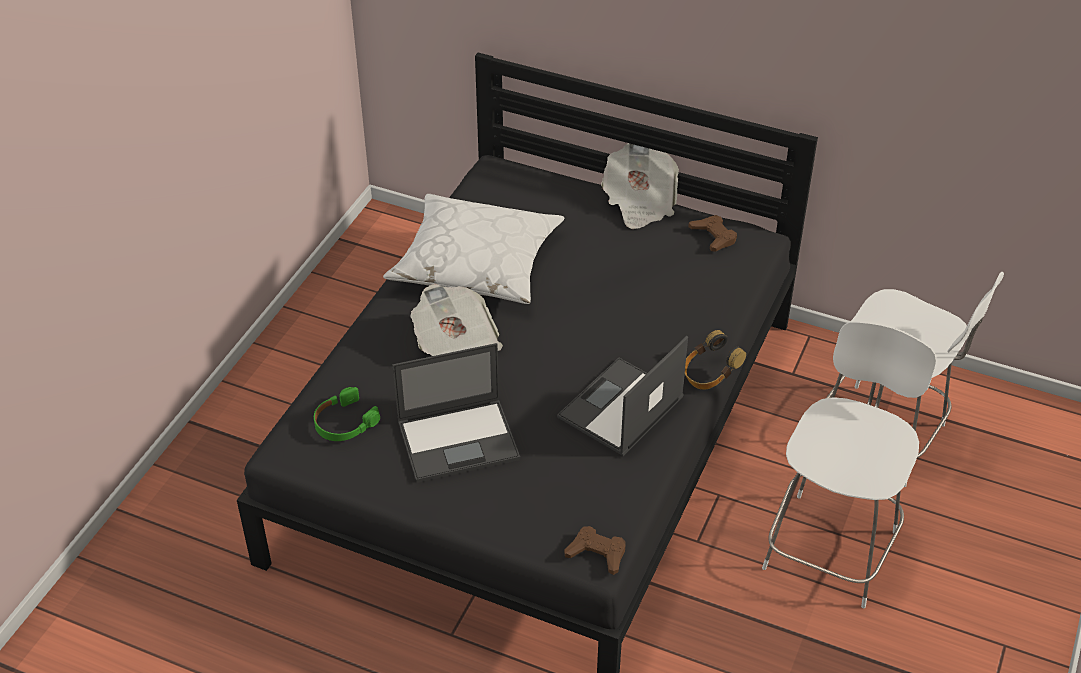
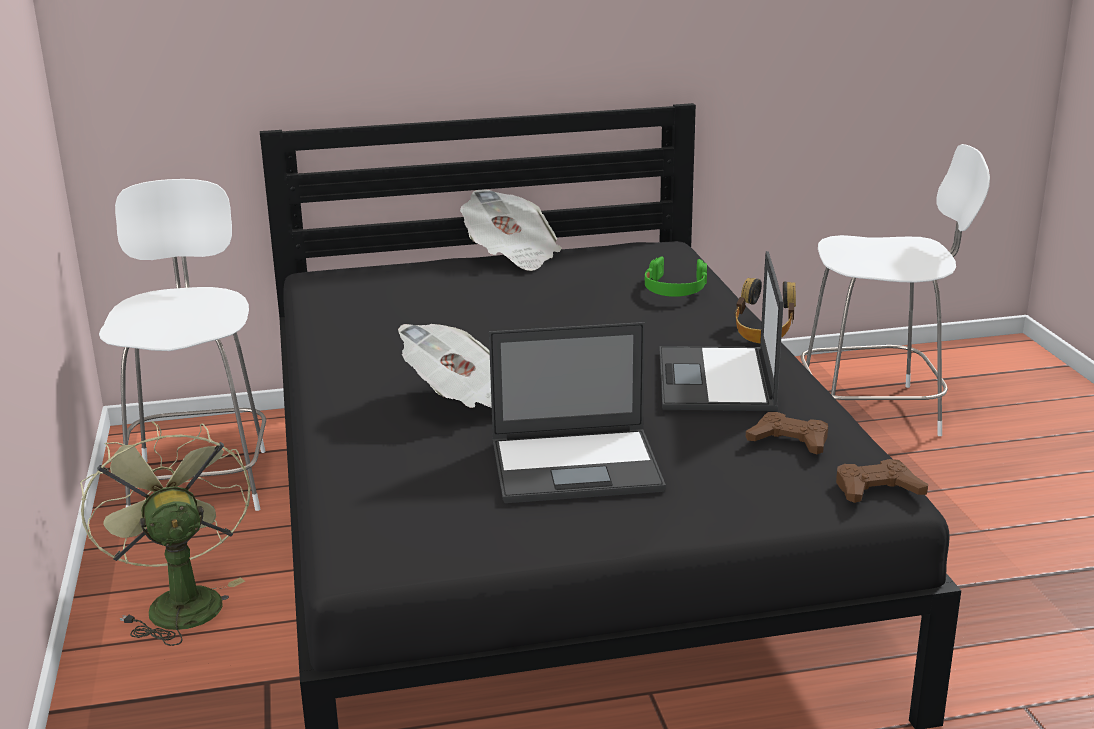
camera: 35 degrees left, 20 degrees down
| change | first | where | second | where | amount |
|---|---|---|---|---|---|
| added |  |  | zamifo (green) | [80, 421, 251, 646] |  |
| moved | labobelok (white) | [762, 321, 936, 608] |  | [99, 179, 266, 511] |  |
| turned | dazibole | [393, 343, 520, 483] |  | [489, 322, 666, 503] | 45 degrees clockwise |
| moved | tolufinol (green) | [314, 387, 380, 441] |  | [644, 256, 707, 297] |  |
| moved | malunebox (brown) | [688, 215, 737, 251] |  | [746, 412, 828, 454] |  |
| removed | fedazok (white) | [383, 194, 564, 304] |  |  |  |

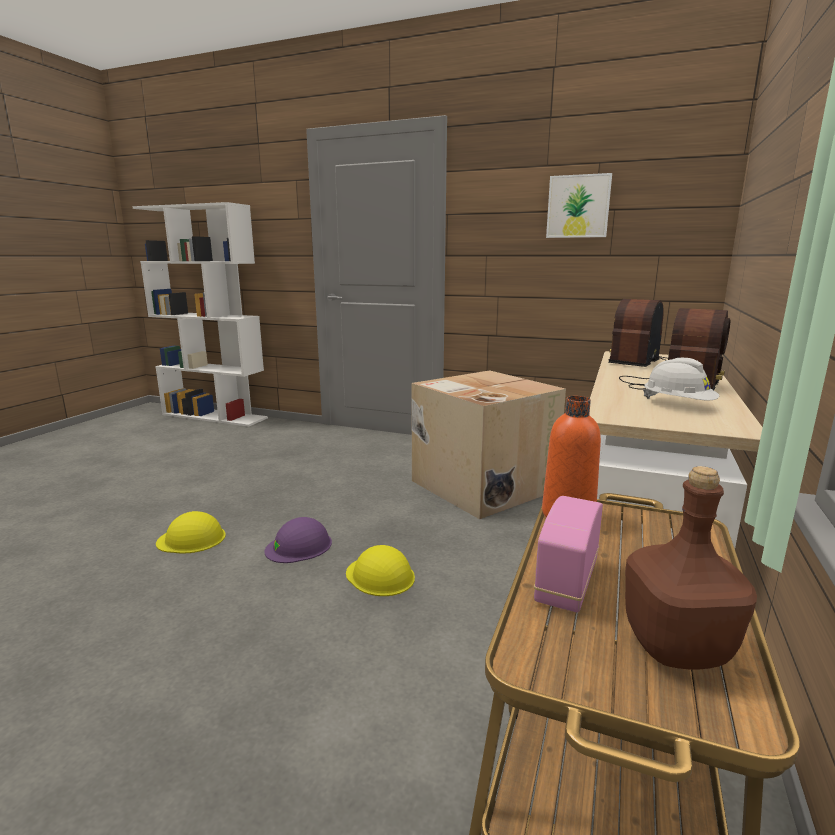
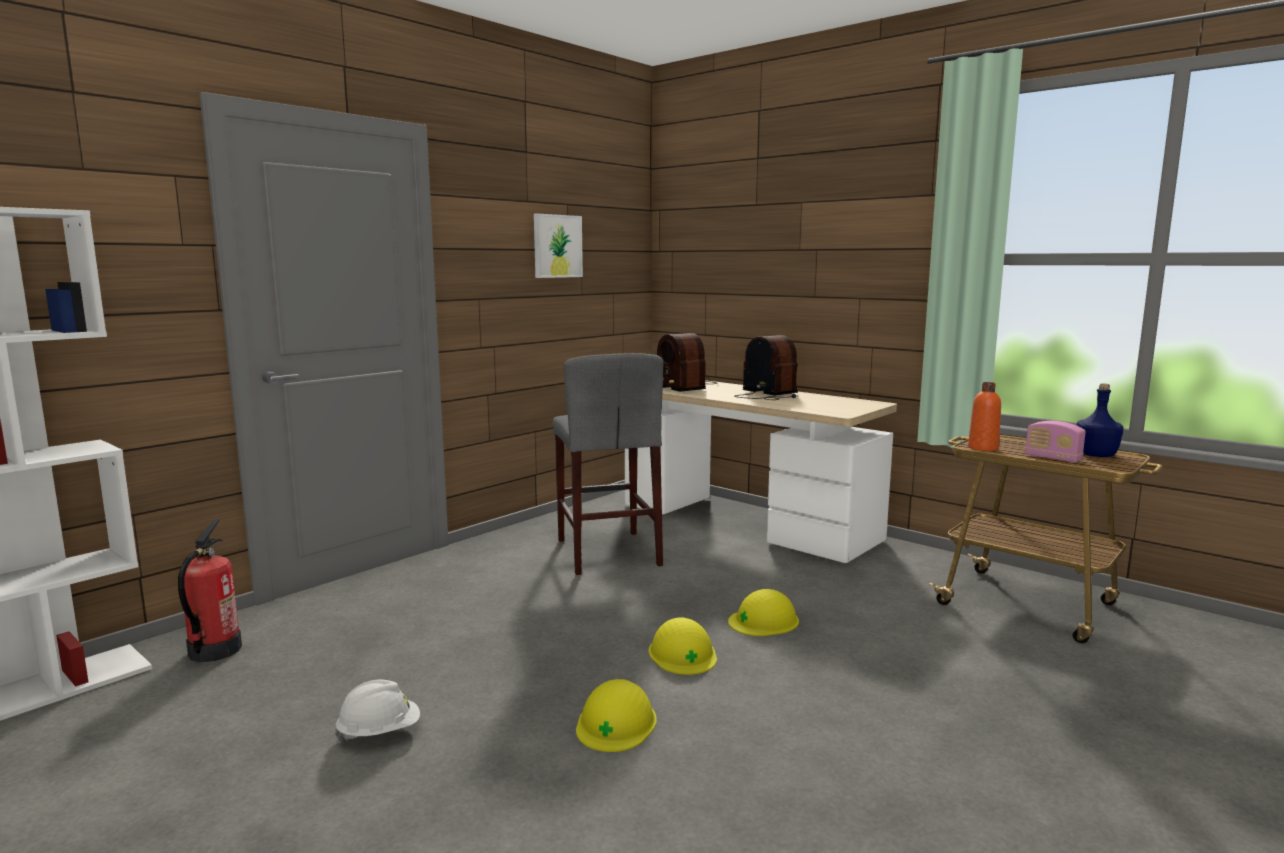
camera: 70 degrees left, 5 degrees down
| change | first | where | second | where | amount |
|---|---|---|---|---|---|
| added |  |  | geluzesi | [178, 519, 242, 662] |  |
| moved | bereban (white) | [643, 358, 719, 401] |  | [335, 680, 420, 741] |  |
| replaced | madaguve | [411, 370, 566, 519] | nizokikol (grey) | [553, 353, 663, 575] |  |
| recoloured | bereban (purple) | [264, 517, 332, 563] | bereban (yellow) | [649, 617, 717, 675] |  |
| recoloured | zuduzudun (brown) | [625, 466, 757, 669] | zuduzudun (blue) | [1076, 384, 1124, 457] |  |

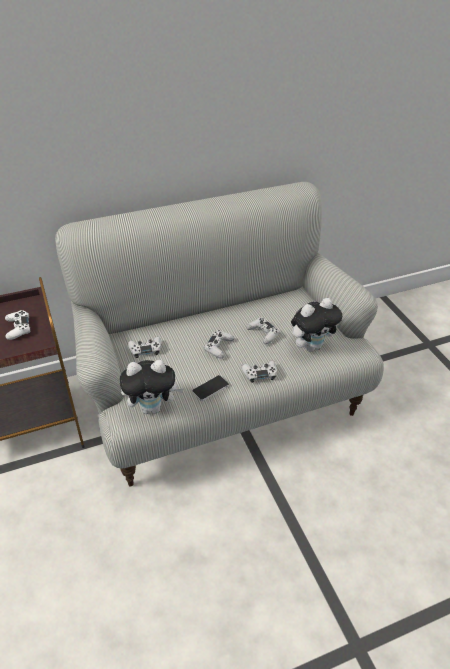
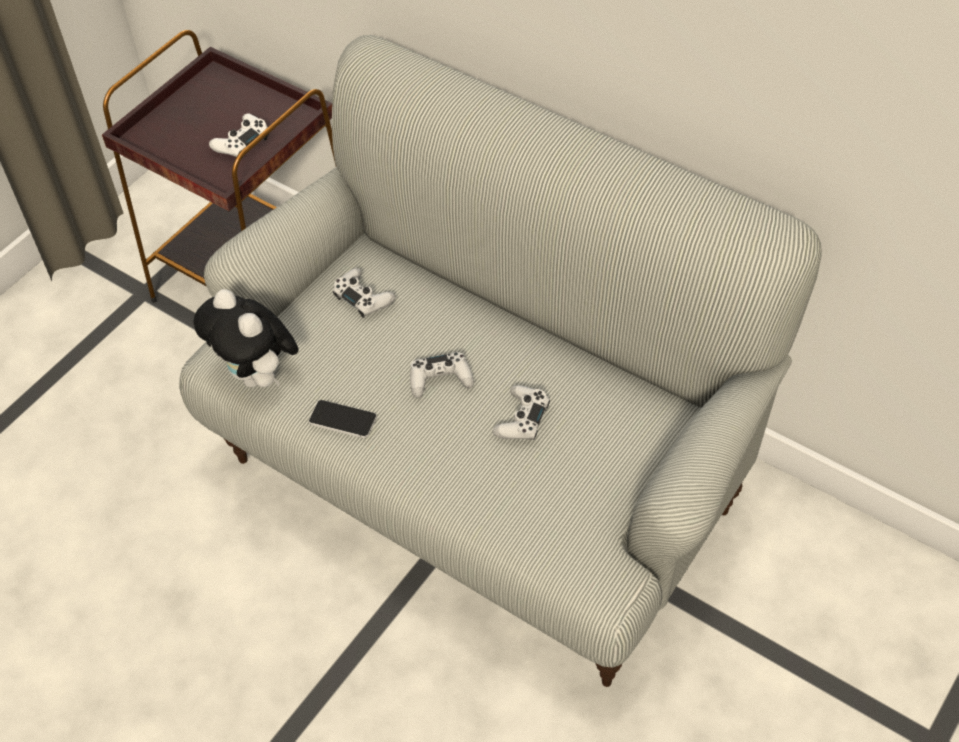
camera: 60 degrees right, 10 degrees up
| change | first | where | second | where | amount |
|---|---|---|---|---|---|
| removed | malunebox (white) | [241, 360, 277, 383] |  |  |  |
| removed | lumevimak | [291, 298, 342, 352] |  |  |  |

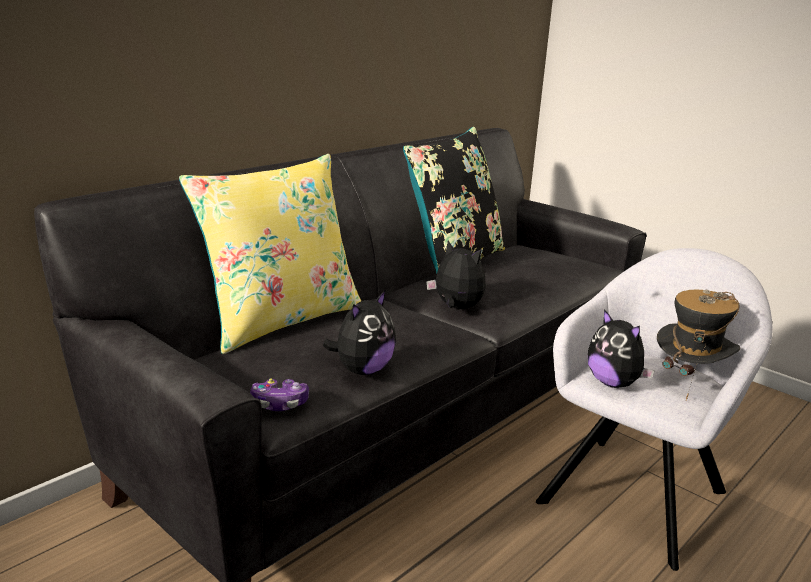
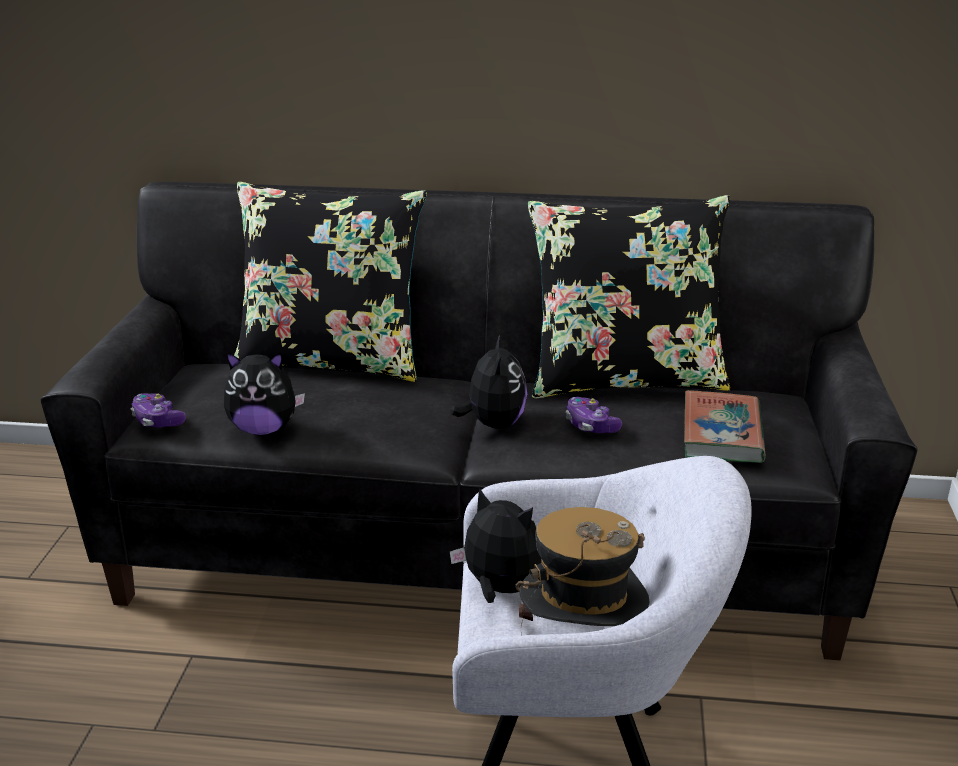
camera: 55 degrees right, 5 degrees up
| change | first | where | second | where | amount |
|---|---|---|---|---|---|
| recoloured | fedazok (yellow) | [179, 154, 361, 354] | fedazok (black) | [234, 182, 427, 382] |  |
| turned | lumevimak | [588, 309, 655, 388] |  | [449, 488, 542, 603] | 105 degrees clockwise |
| added |  |  | malunebox | [566, 397, 622, 433] |  |
| added |  |  | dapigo | [684, 390, 765, 463] |  |

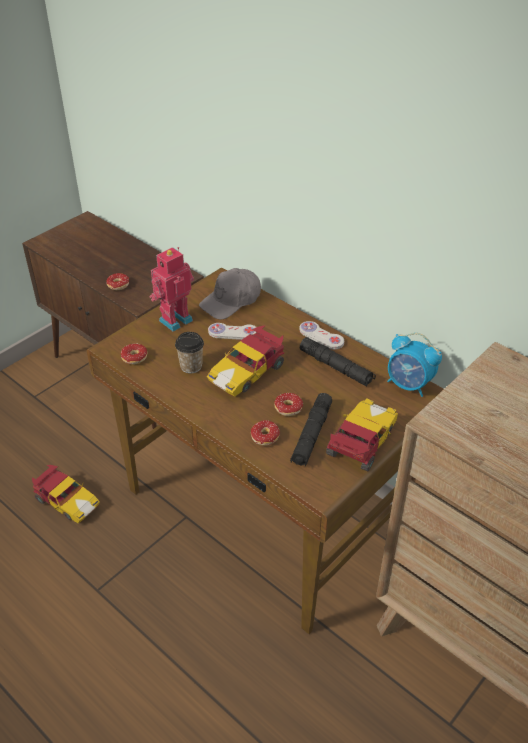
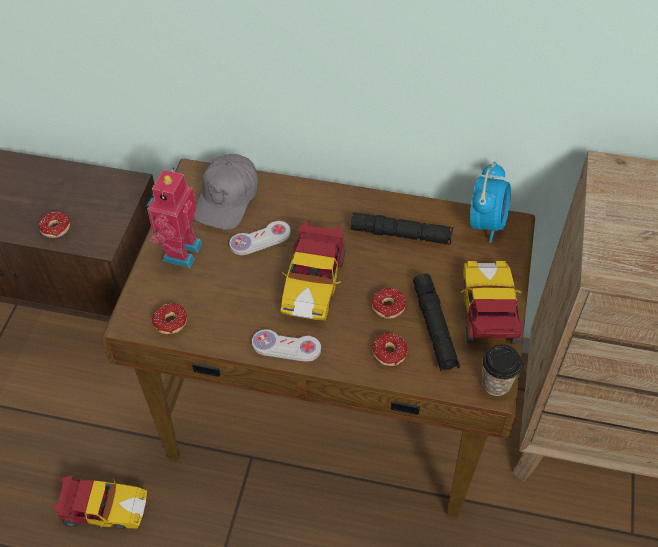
camera: 30 degrees left, 10 degrees up
| change | first | where | second | where | amount |
|---|---|---|---|---|---|
| moved | malunebox (white) | [299, 321, 344, 349] |  | [252, 329, 321, 362] |  |
| turned | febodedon | [387, 333, 442, 397] |  | [470, 161, 511, 243] | 75 degrees counterclockwise |
| moved | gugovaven | [175, 332, 204, 373] |  | [482, 344, 522, 396] |  |

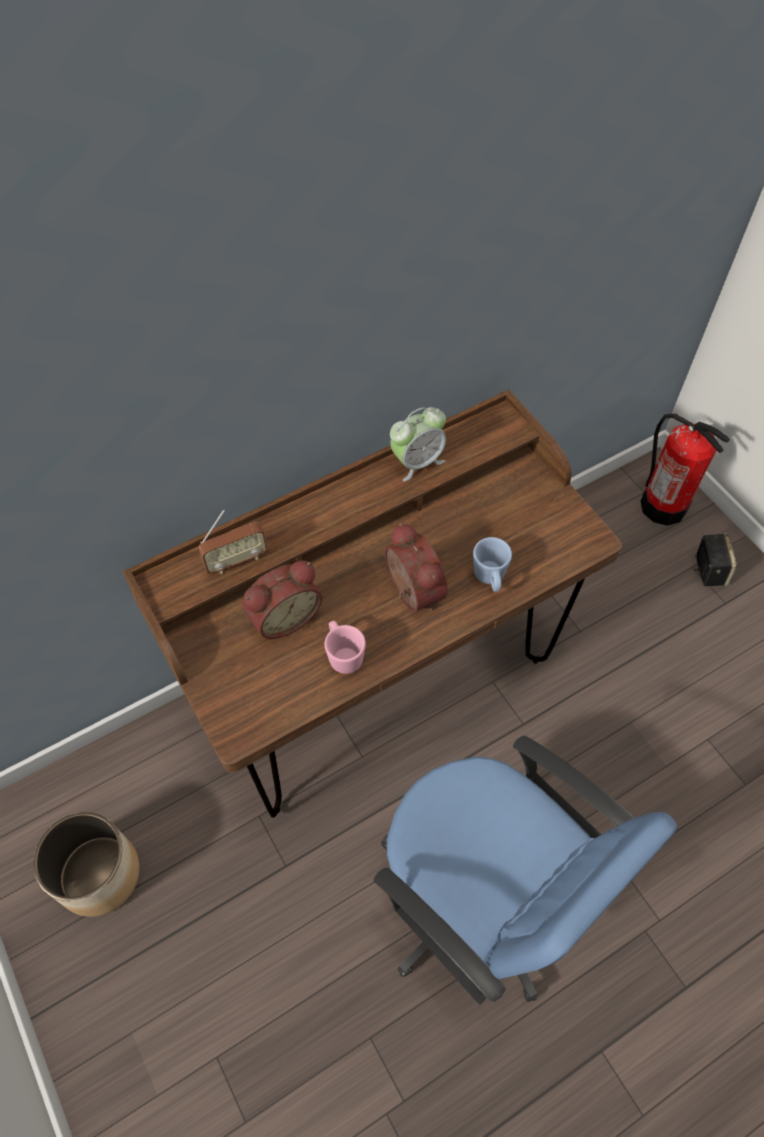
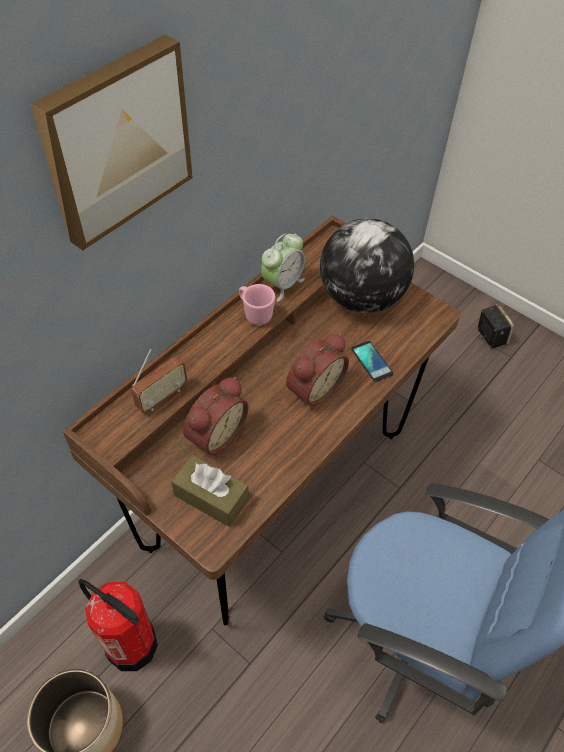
camera: 20 degrees left, 5 degrees down
| change | first | where | second | where | amount |
|---|---|---|---|---|---|
| added |  |  | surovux | [31, 35, 193, 250] |  |
| moved | geluzesi | [641, 414, 730, 526] |  | [78, 579, 158, 671] |  |
| added |  |  | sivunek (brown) | [171, 455, 249, 527] |  |
| moved | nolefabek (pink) | [325, 621, 366, 674] |  | [239, 284, 275, 325] |  |
| turned | febodedon | [385, 523, 448, 612] |  | [286, 333, 349, 407] | 90 degrees clockwise |
| added |  |  | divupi | [320, 218, 414, 313] |  |
| replaced | nolefabek (blue) | [473, 537, 512, 592] | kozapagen | [351, 341, 393, 382] |  |

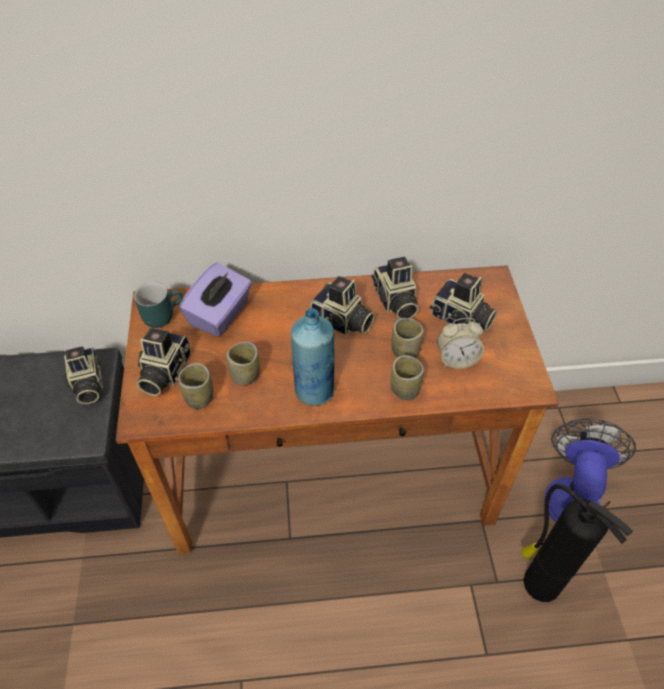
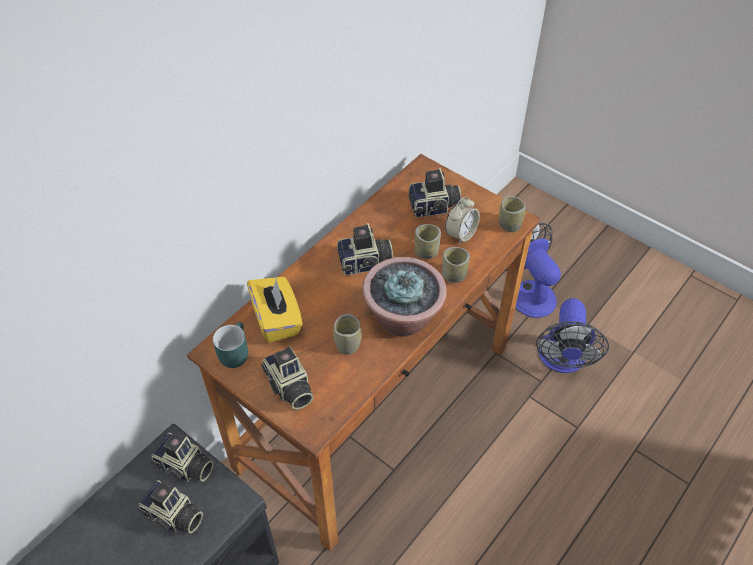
camera: 45 degrees left, 0 degrees up
| change | first | where | second | where | amount |
|---|---|---|---|---|---|
| moved | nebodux | [372, 257, 419, 319] |  | [138, 480, 203, 534] |  |
| recoloured | sivunek (purple) | [179, 262, 252, 337] | sivunek (yellow) | [247, 277, 303, 343] |  |
| replaced | zuduzudun (blue) | [291, 308, 335, 406] | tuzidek | [362, 257, 447, 337] |  |
| moved | gugovaven | [178, 363, 213, 409] |  | [499, 196, 526, 232] |  |
| replaced | geluzesi | [521, 484, 633, 602] | zamifo | [536, 298, 609, 373] |  |

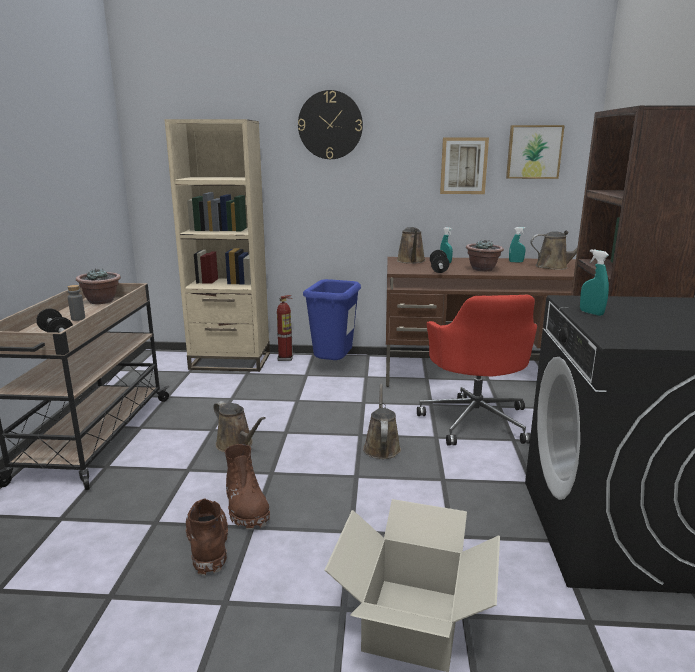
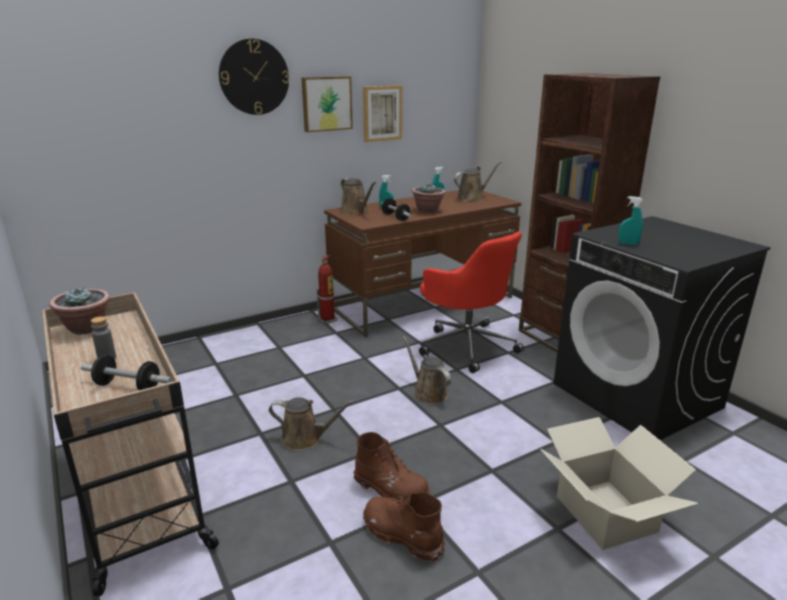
camera: 35 degrees left, 5 degrees up
| change | first | where | second | where | amount |
|---|---|---|---|---|---|
| moved | surovux | [506, 125, 565, 179] |  | [302, 76, 353, 132] |  |
| moved | geluzesi | [277, 295, 293, 361] |  | [317, 255, 338, 324] |  |
| removed | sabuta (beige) | [164, 119, 270, 372] |  |  |  |
| removed | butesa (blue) | [303, 279, 361, 360] |  |  |  |

